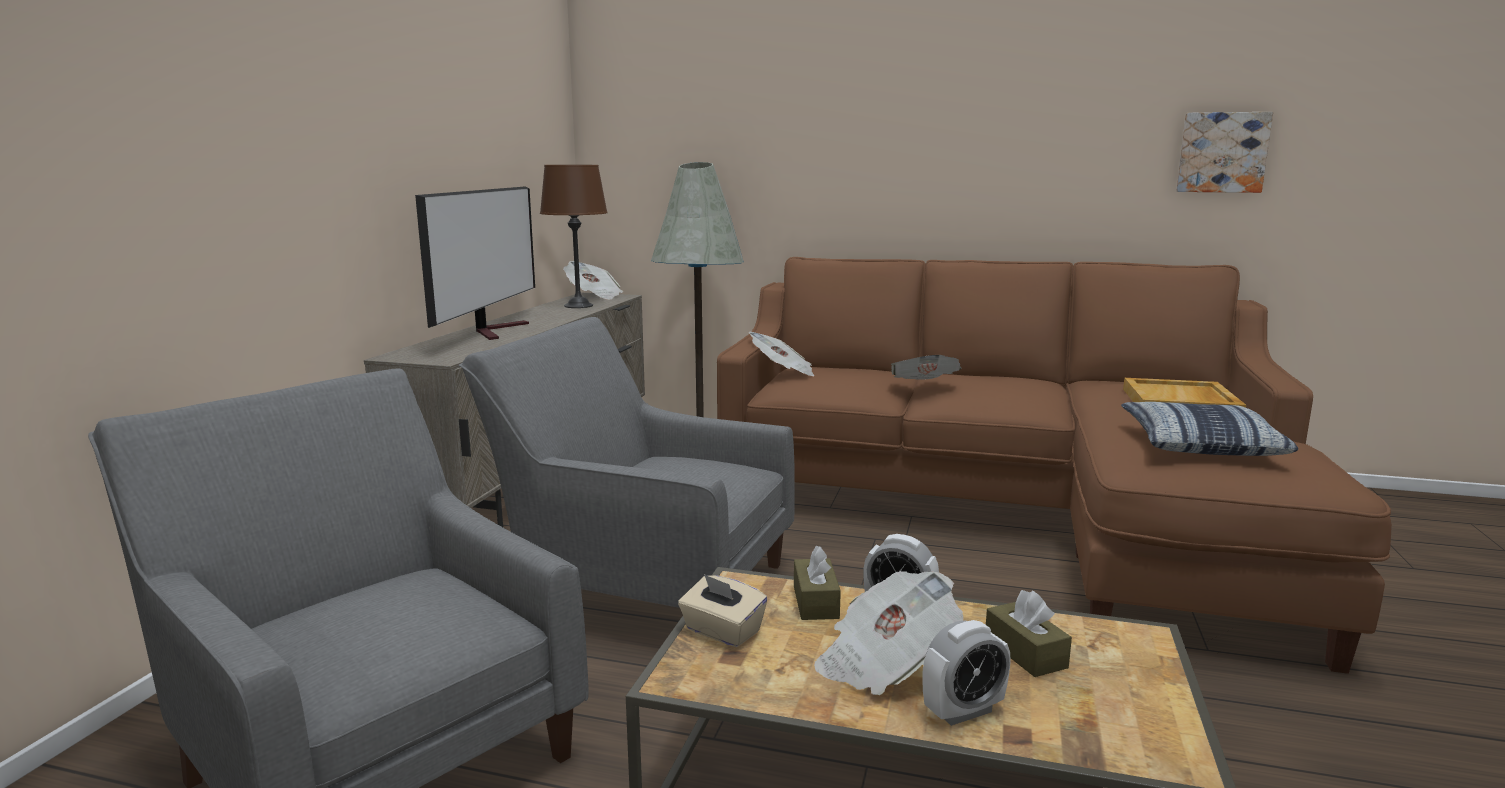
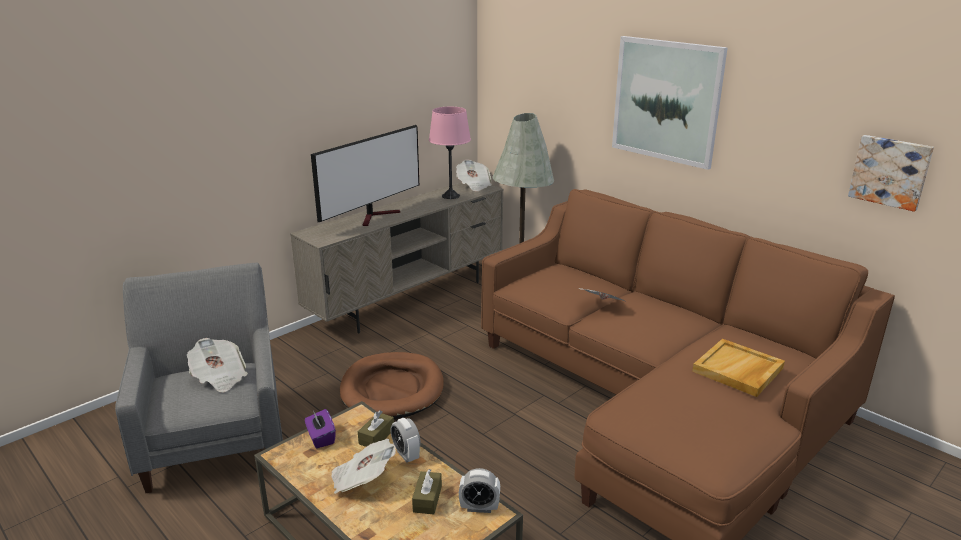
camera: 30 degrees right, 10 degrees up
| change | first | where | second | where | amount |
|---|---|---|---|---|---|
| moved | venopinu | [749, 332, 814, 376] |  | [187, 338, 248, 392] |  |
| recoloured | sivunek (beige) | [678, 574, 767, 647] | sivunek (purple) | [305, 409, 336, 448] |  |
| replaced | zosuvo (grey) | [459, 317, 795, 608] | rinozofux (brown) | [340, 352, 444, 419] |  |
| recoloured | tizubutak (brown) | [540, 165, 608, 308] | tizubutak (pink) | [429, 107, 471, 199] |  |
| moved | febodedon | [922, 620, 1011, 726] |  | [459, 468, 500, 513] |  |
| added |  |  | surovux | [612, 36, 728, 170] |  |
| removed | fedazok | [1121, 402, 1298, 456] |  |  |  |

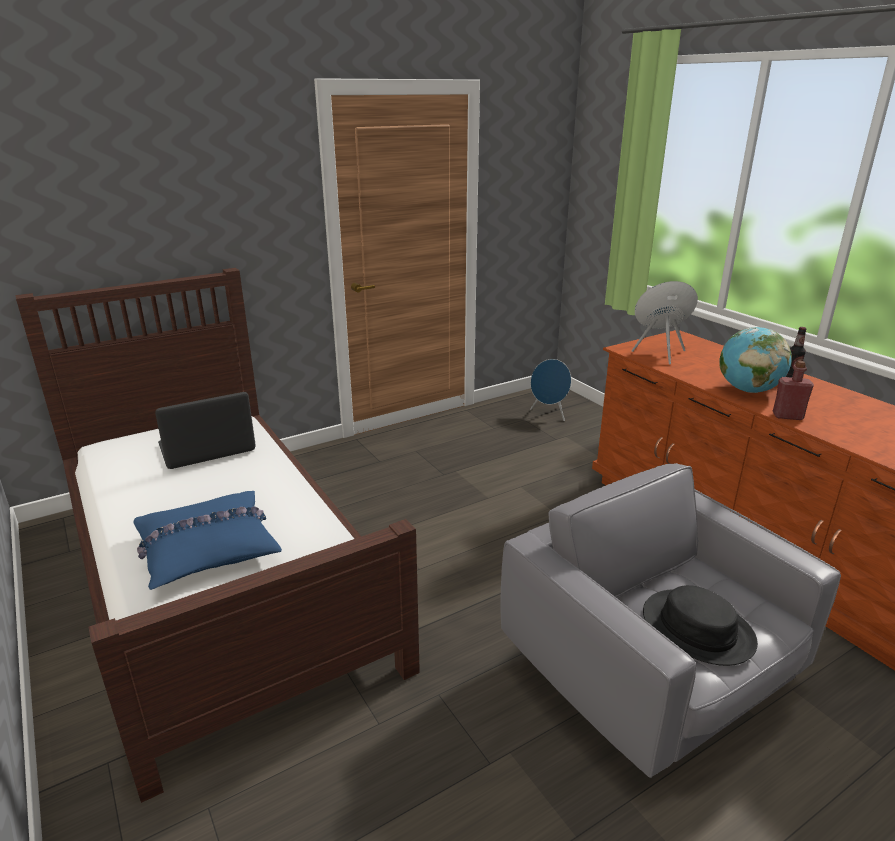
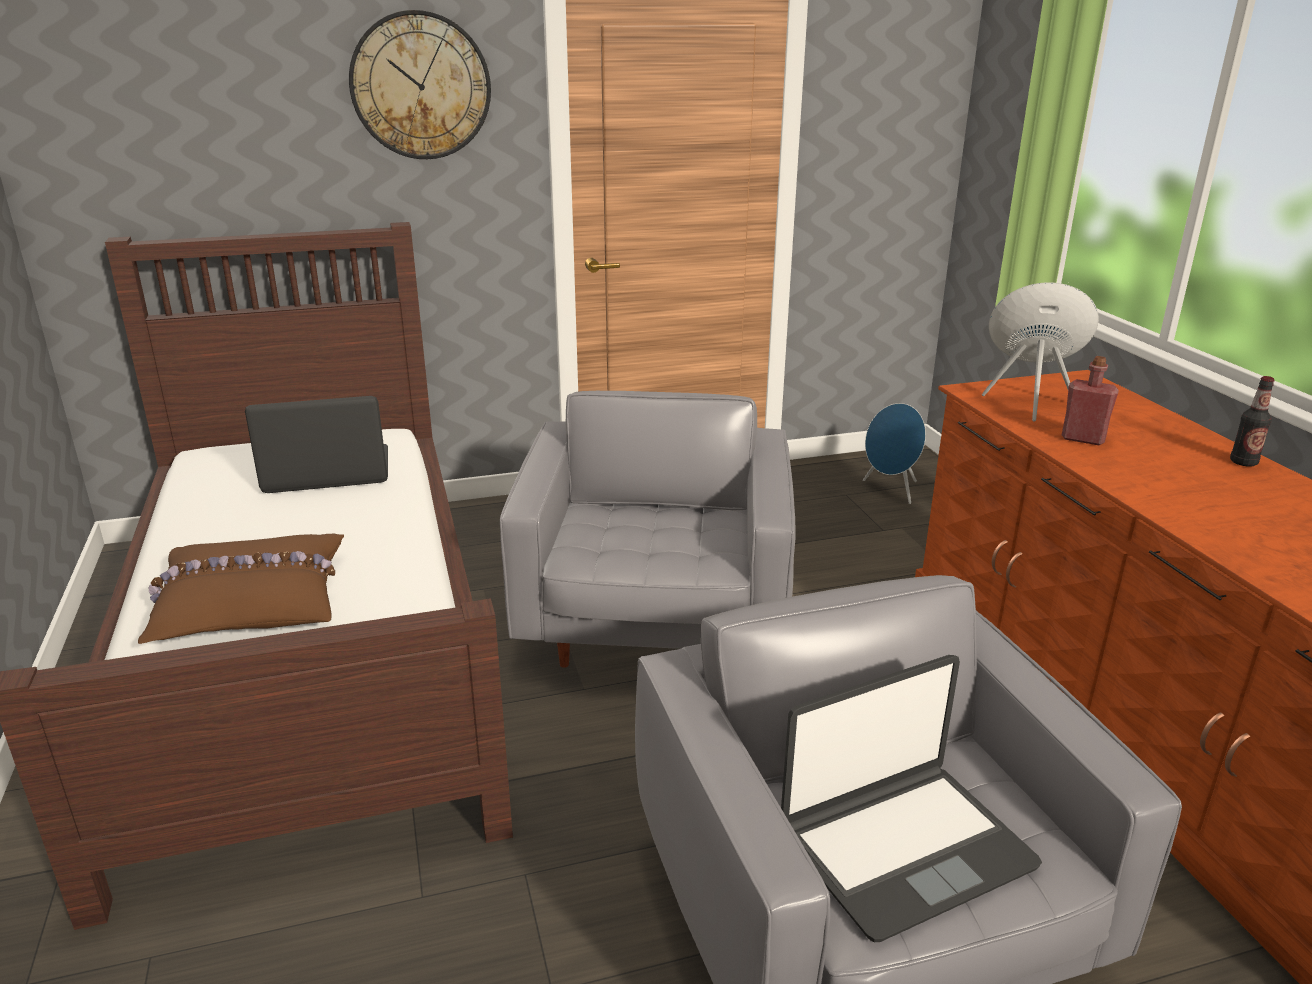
camera: 15 degrees right, 0 degrees up
| change | first | where | second | where | amount |
|---|---|---|---|---|---|
| recoloured | fedazok (blue) | [133, 491, 282, 590] | fedazok (brown) | [138, 534, 344, 644] |  |
| added |  |  | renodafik | [349, 10, 491, 159] |  |
| added |  |  | zosuvo (grey) | [500, 391, 795, 668] |  |
| replaced | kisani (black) | [643, 585, 758, 666] | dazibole | [781, 655, 1042, 942] |  |
| moved | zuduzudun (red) | [773, 361, 814, 420] |  | [1062, 356, 1119, 445] |  |
| removed | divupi | [719, 327, 792, 393] |  |  |  |

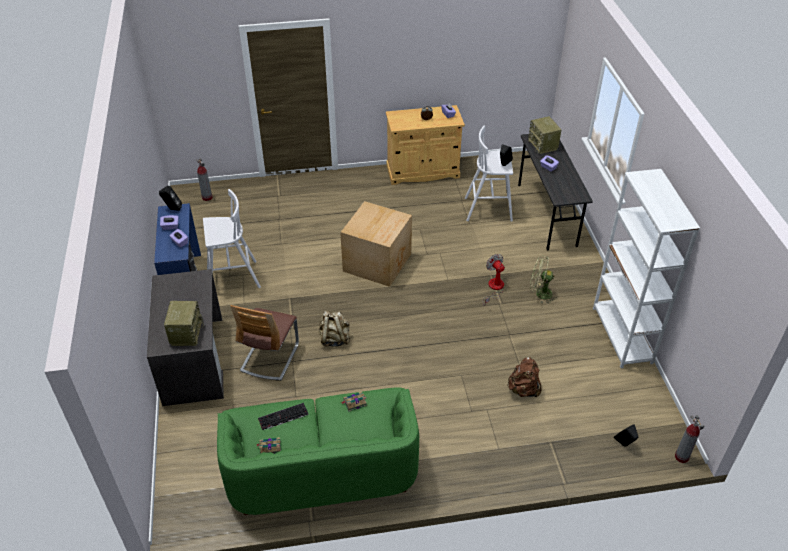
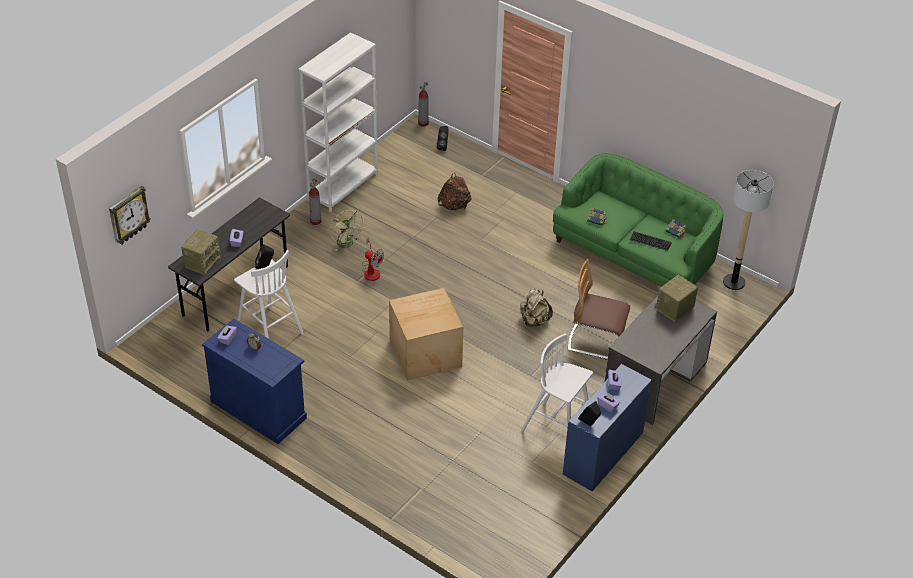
camera: 135 degrees left, 0 degrees up
| change | first | where | second | where | amount |
|---|---|---|---|---|---|
| added |  |  | renodafik | [109, 185, 151, 245] |  |
| recoloured | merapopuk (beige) | [386, 105, 465, 185] | merapopuk (blue) | [202, 319, 307, 444] |  |
| moved | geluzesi | [196, 158, 212, 201] |  | [309, 177, 321, 225] |  |
| turned | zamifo | [483, 254, 505, 306] |  | [362, 237, 384, 281] | 75 degrees counterclockwise |
| turned | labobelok | [230, 305, 299, 381] |  | [568, 259, 630, 360] | 135 degrees counterclockwise |
| added |  |  | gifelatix | [723, 170, 774, 290] |  |

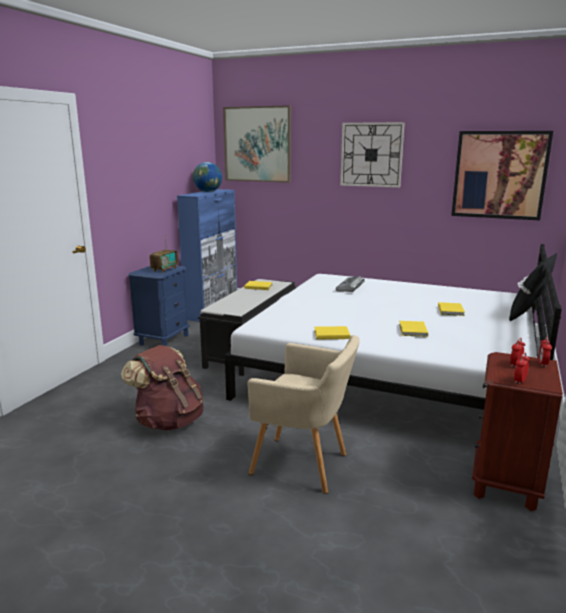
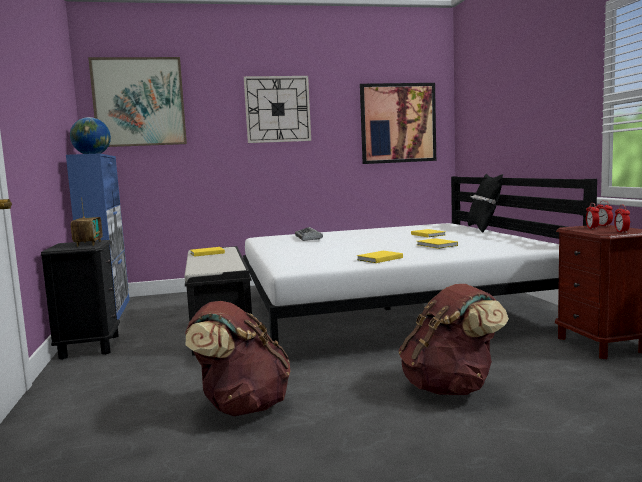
camera: 35 degrees left, 10 degrees down
| change | first | where | second | where | amount |
|---|---|---|---|---|---|
| recoloured | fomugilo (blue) | [128, 266, 190, 346] | fomugilo (black) | [41, 240, 120, 360] |  |
| replaced | zosuvo (beige) | [248, 335, 360, 494] | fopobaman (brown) | [399, 284, 509, 395] |  |

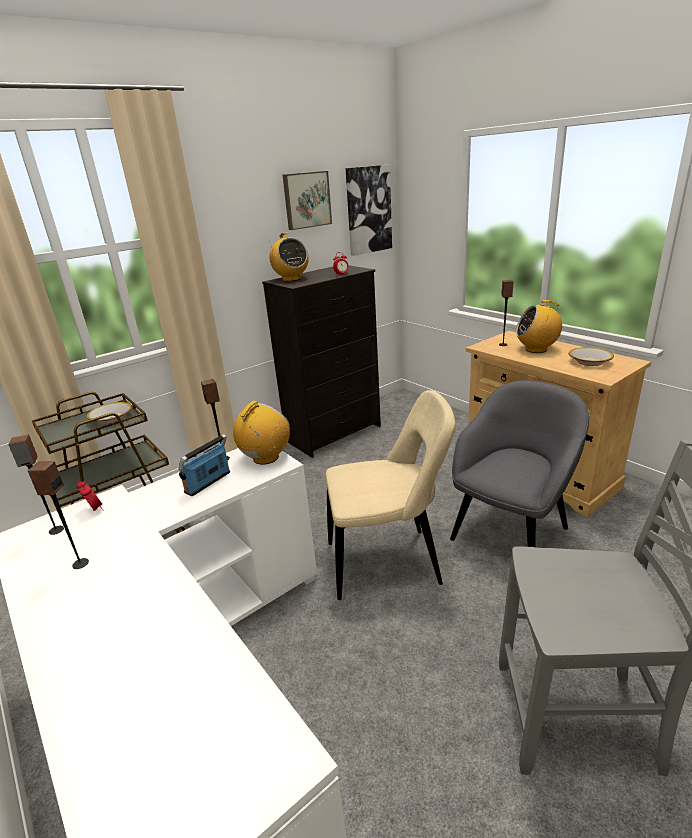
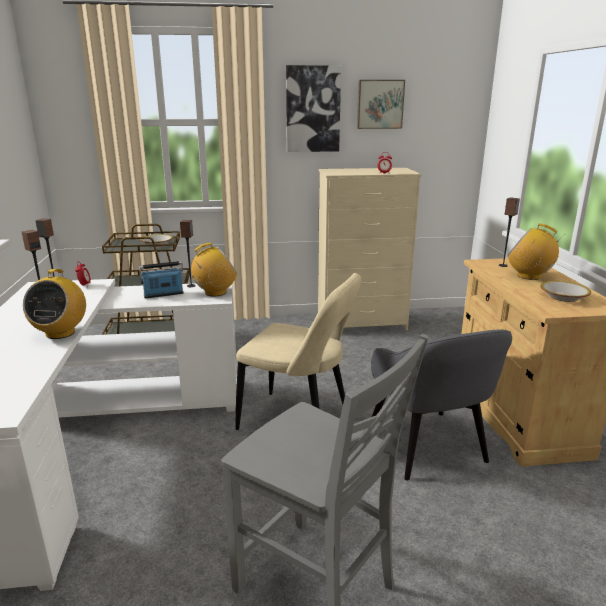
camera: 30 degrees right, 5 degrees down
| change | first | where | second | where | amount |
|---|---|---|---|---|---|
| moved | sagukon | [269, 232, 309, 281] |  | [23, 269, 86, 339] |  |
| moved | surovux | [345, 165, 392, 256] |  | [286, 65, 341, 152] |  |
| recoloured | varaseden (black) | [262, 266, 381, 458] | varaseden (beige) | [318, 168, 422, 330] |  |
| turned | zosuvo (grey) | [450, 380, 589, 547] |  | [371, 329, 512, 481] | 90 degrees clockwise |

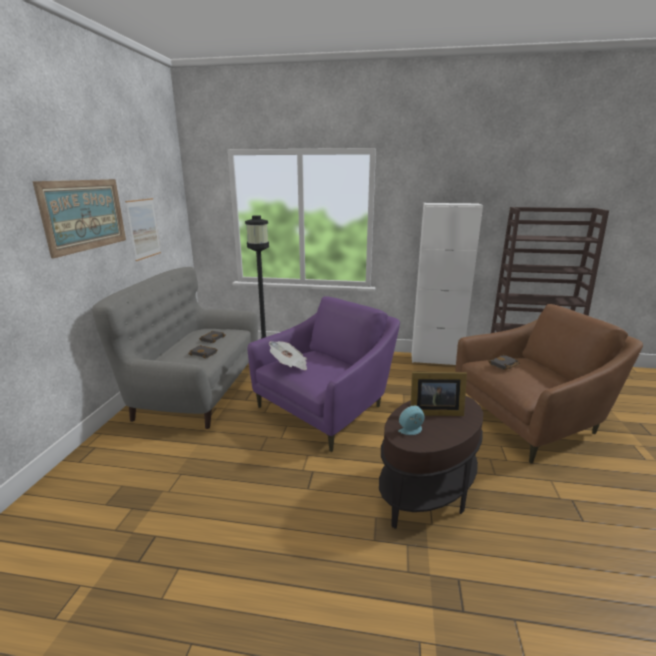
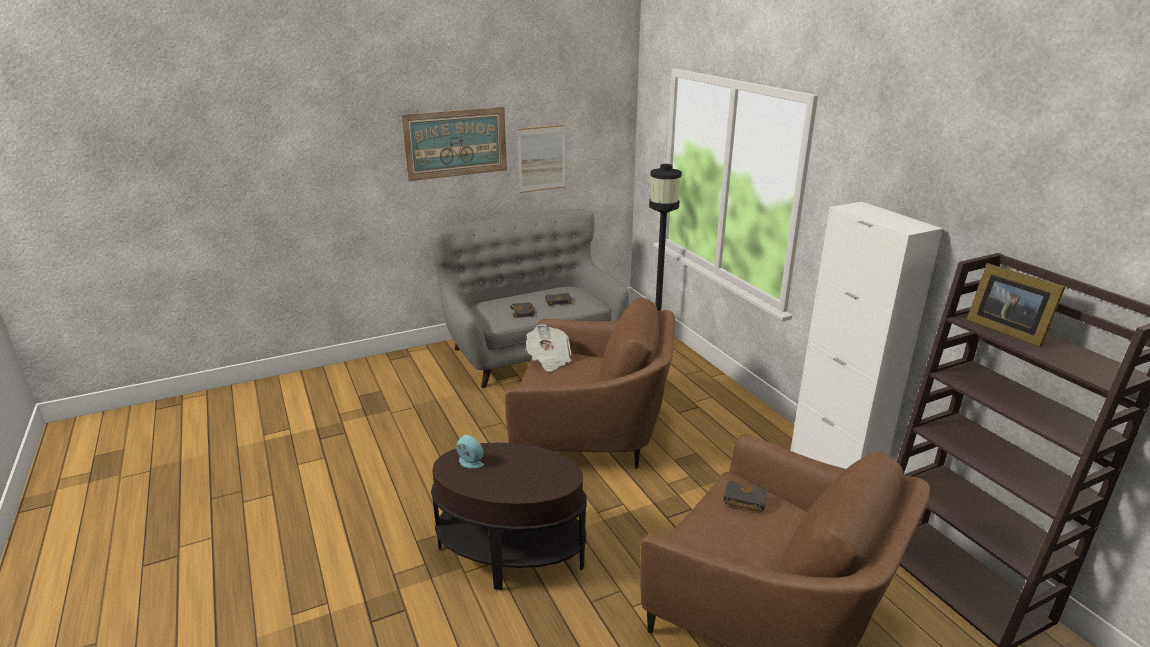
camera: 55 degrees right, 5 degrees up
| change | first | where | second | where | amount |
|---|---|---|---|---|---|
| recoloured | zosuvo (purple) | [248, 296, 400, 452] | zosuvo (brown) | [505, 297, 675, 468] |  |
| moved | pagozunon | [411, 372, 467, 416] |  | [966, 263, 1065, 347] |  |

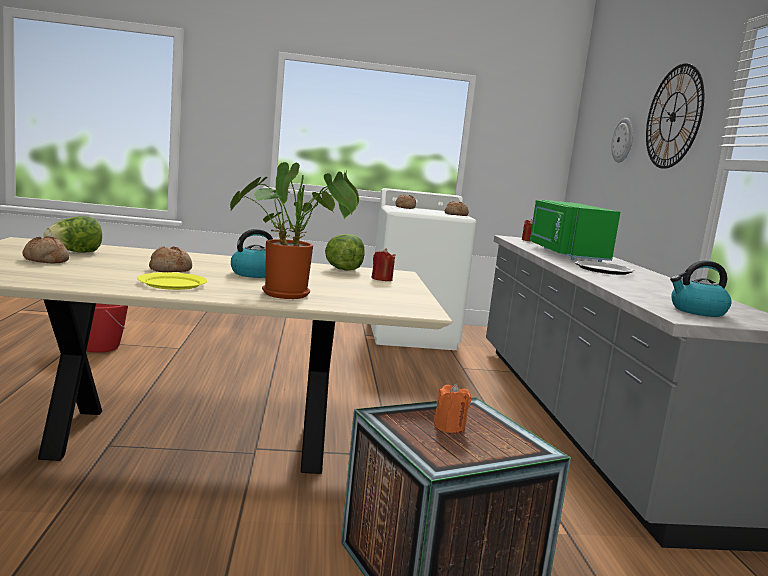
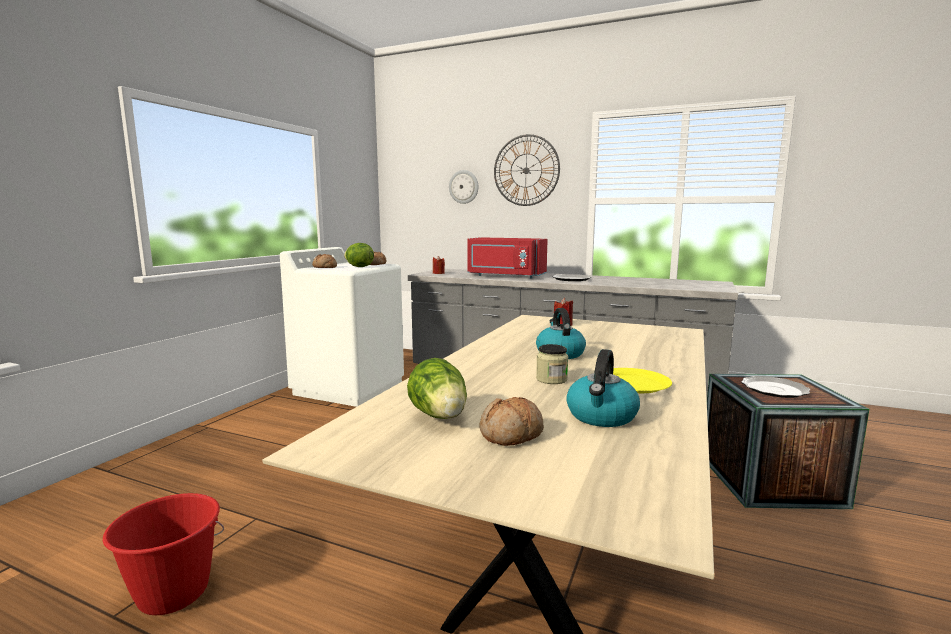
camera: 60 degrees left, 0 degrees up
| change | first | where | second | where | amount |
|---|---|---|---|---|---|
| moved | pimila | [325, 234, 365, 271] |  | [344, 243, 374, 267] |  |
| recoloured | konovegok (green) | [530, 200, 620, 262] | konovegok (red) | [467, 238, 548, 278] |  |
| replaced | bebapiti | [149, 246, 192, 272] | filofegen | [536, 344, 568, 384] |  |
| moved | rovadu | [670, 260, 732, 317] |  | [566, 349, 640, 427] |  |
| replaced | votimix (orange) | [434, 384, 471, 433] | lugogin | [741, 376, 810, 398] |  |
| removed | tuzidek | [230, 162, 359, 299] |  |  |  |

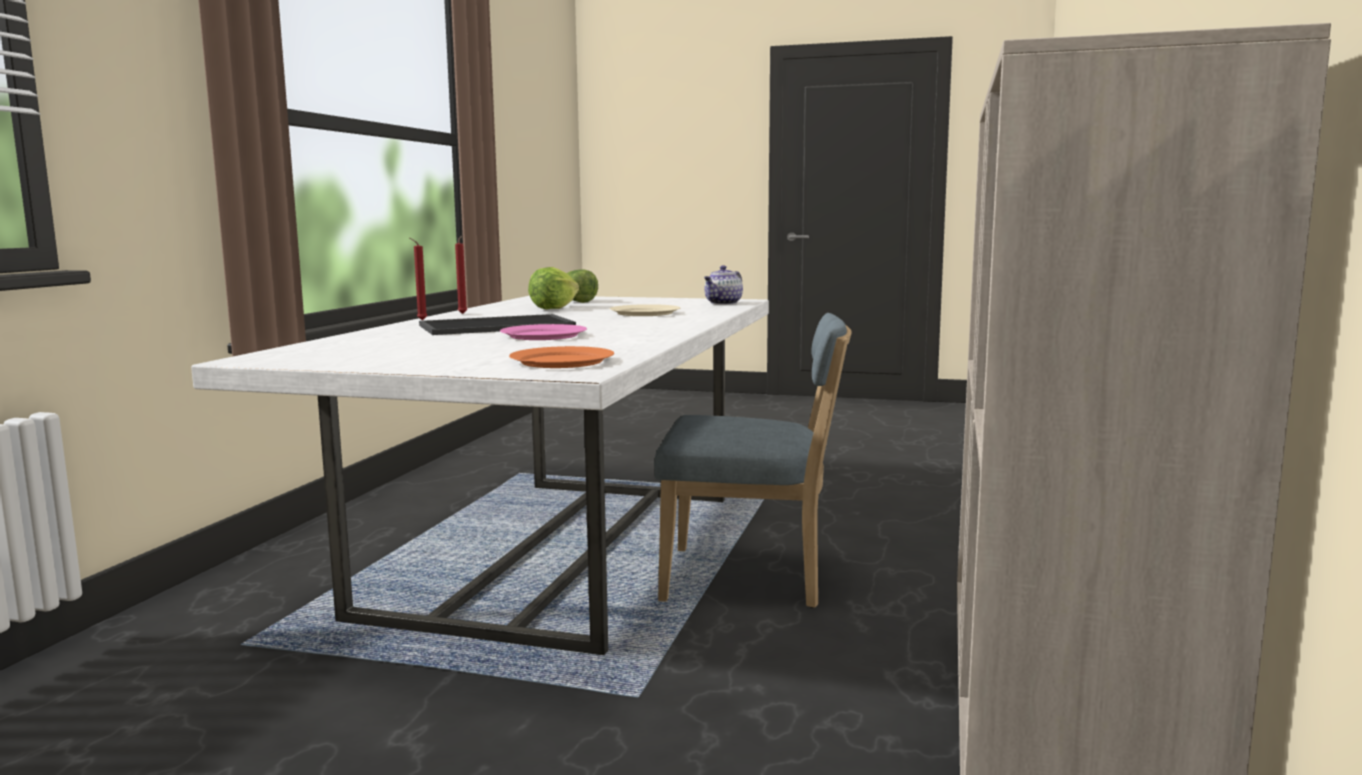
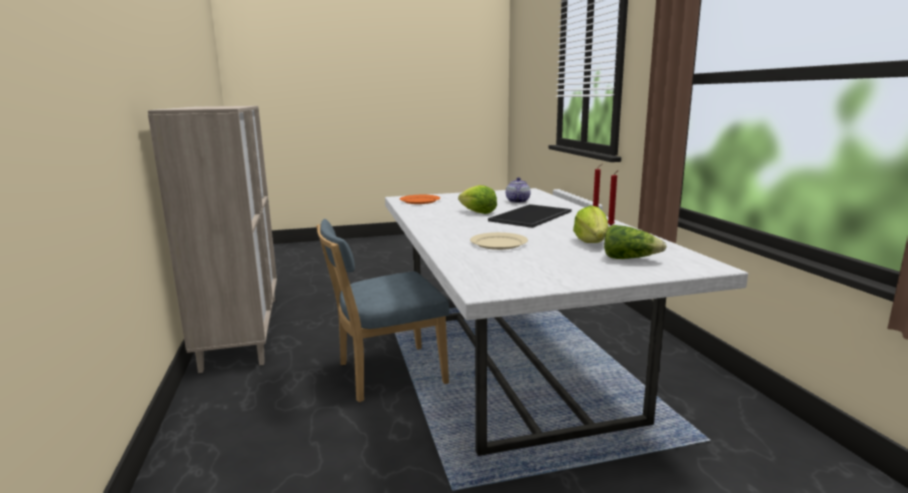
camera: 150 degrees right, 5 degrees up
| change | first | where | second | where | amount |
|---|---|---|---|---|---|
| replaced | lugogin (pink) | [500, 324, 587, 340] | pimila | [458, 185, 497, 214] |  |
| moved | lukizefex | [704, 265, 743, 305] |  | [506, 177, 531, 203] |  |

